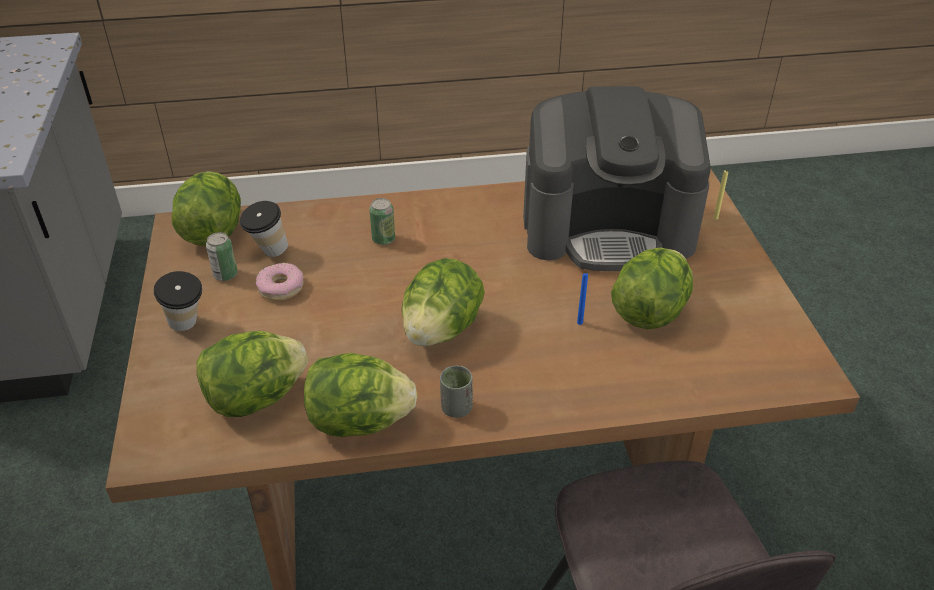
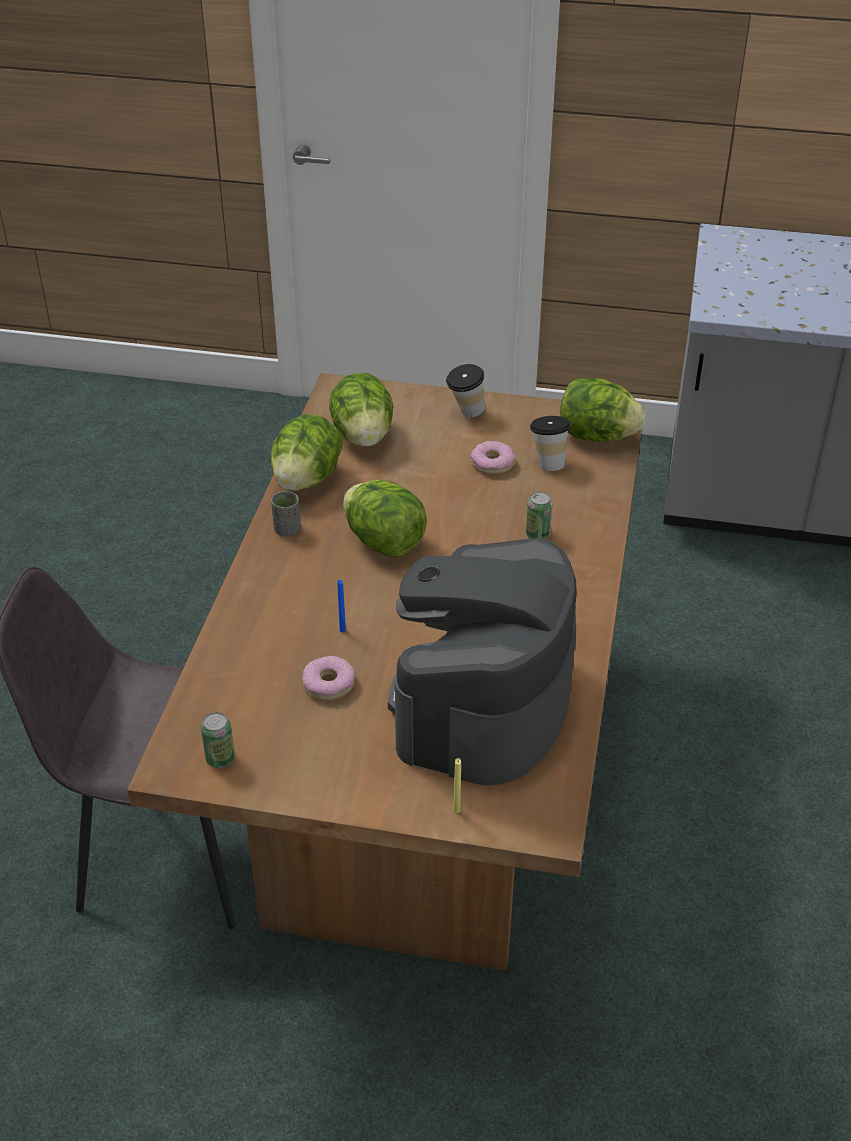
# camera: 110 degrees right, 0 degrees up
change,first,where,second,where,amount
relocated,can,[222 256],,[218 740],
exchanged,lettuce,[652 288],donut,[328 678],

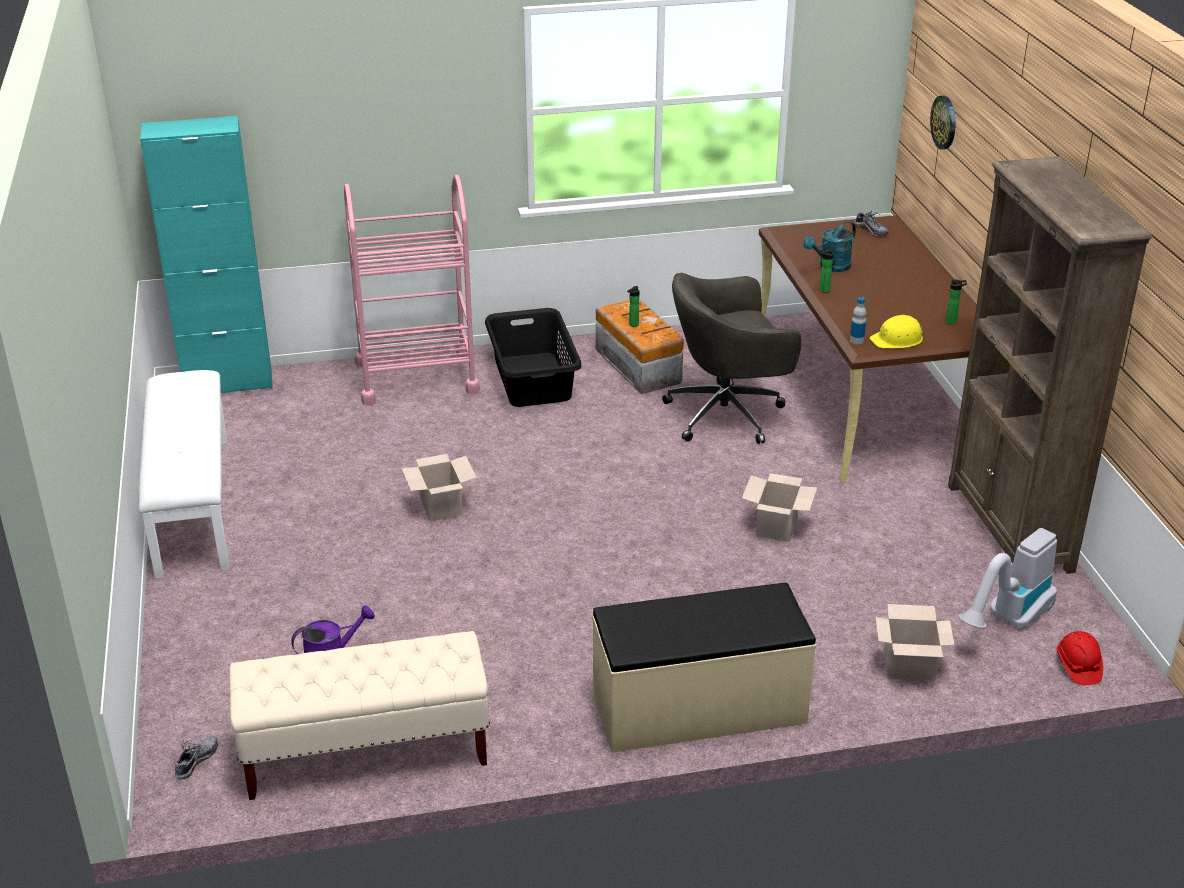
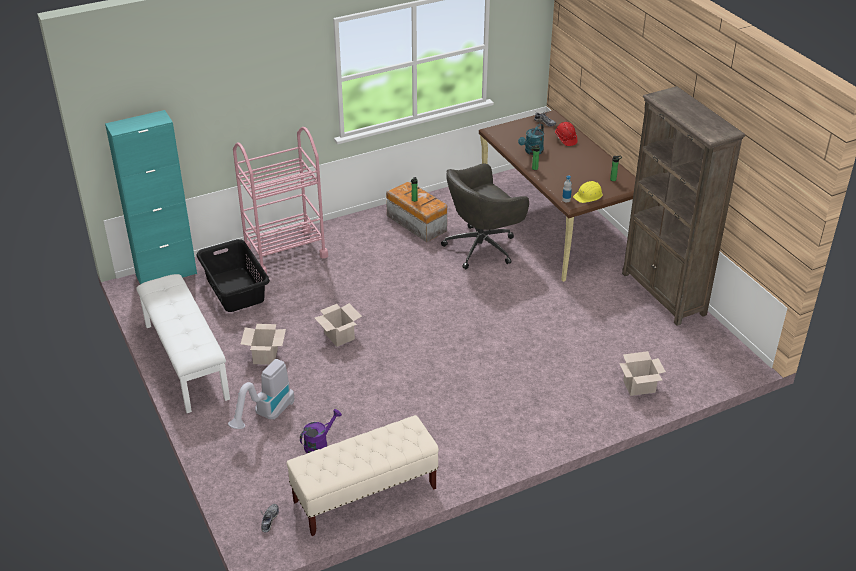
# camera: 15 degrees left, 5 degrees up
change,first,where,second,where,amount
missing,wall clock,[942 122],,,
relocated,laundry basket (black),[533 357],,[233 275],
relocated,cardboard box,[779 507],,[263 344],
relocated,vacuum cleaner,[1007 578],,[261 394],
missing,bench (beige),[704 668],,,
relocated,hard hat (red),[1080 658],,[566 134],

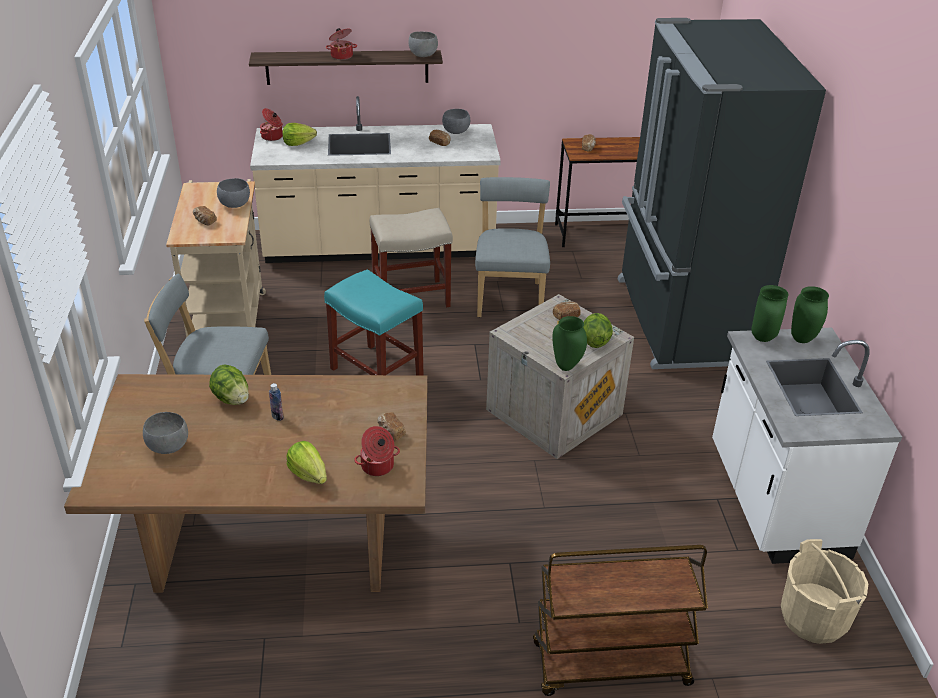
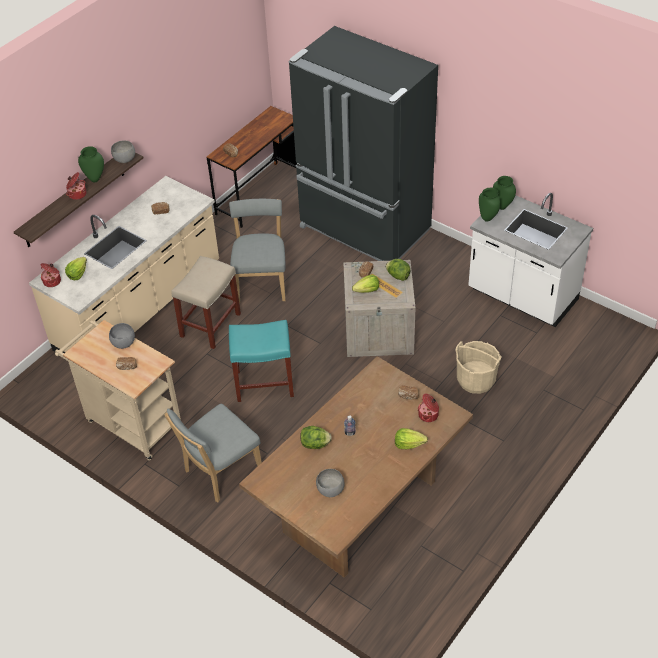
# camera: 45 degrees left, 10 degrees up
change,first,where,second,where,amount
missing,bowl (grey),[456 121],,,
spun,chair (grey),[512 247],,[257 251],45 degrees clockwise
relocated,vase (green),[569 343],,[91 164],
relocated,bucket (beige),[824 591],,[478 367],
missing,cart (brown),[620 620],,,
appeared,,,lettuce,[365 284],

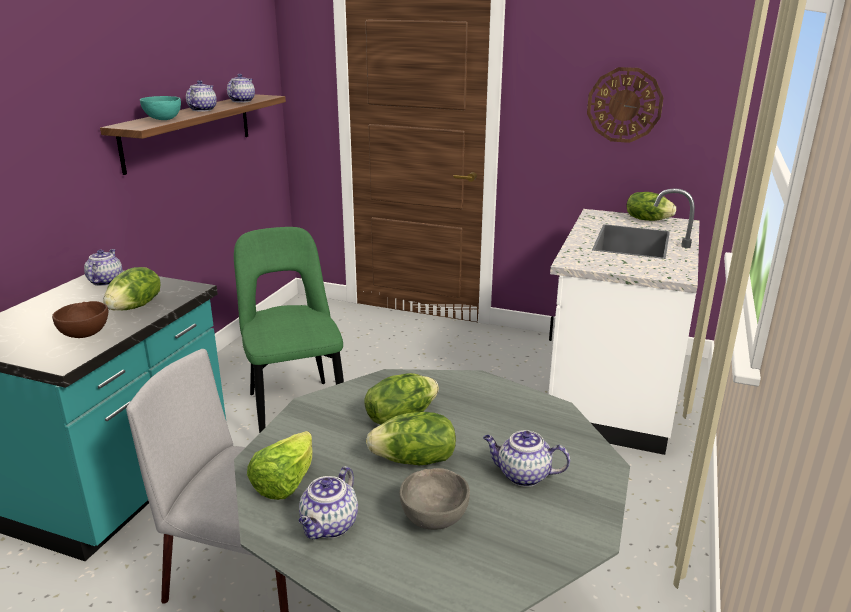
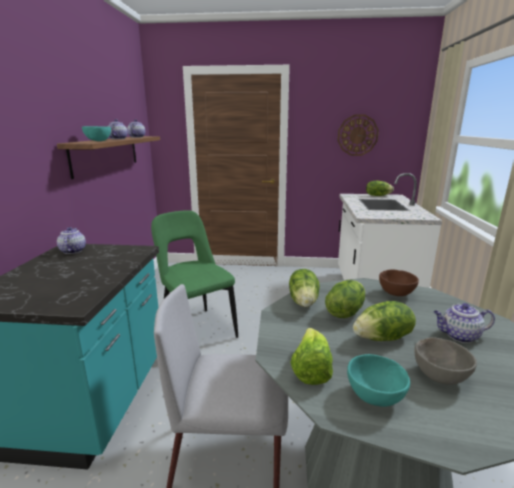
# camera: 15 degrees left, 5 degrees down
change,first,where,second,where,amount
relocated,lettuce,[132 288],,[304 288],
relocated,bowl (brown),[80 319],,[399 282],
exchanged,teapot,[328 502],bowl (turquoise),[378 380],

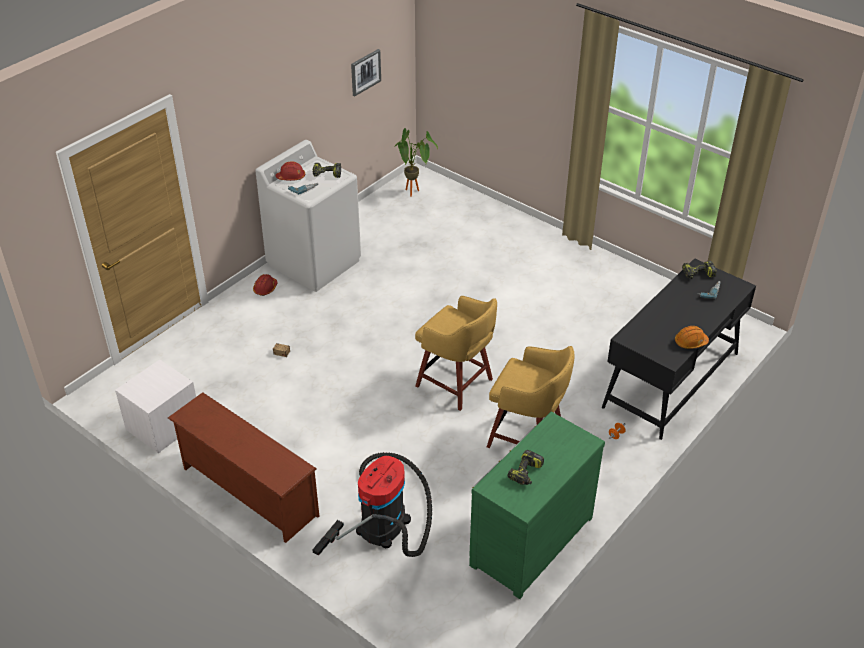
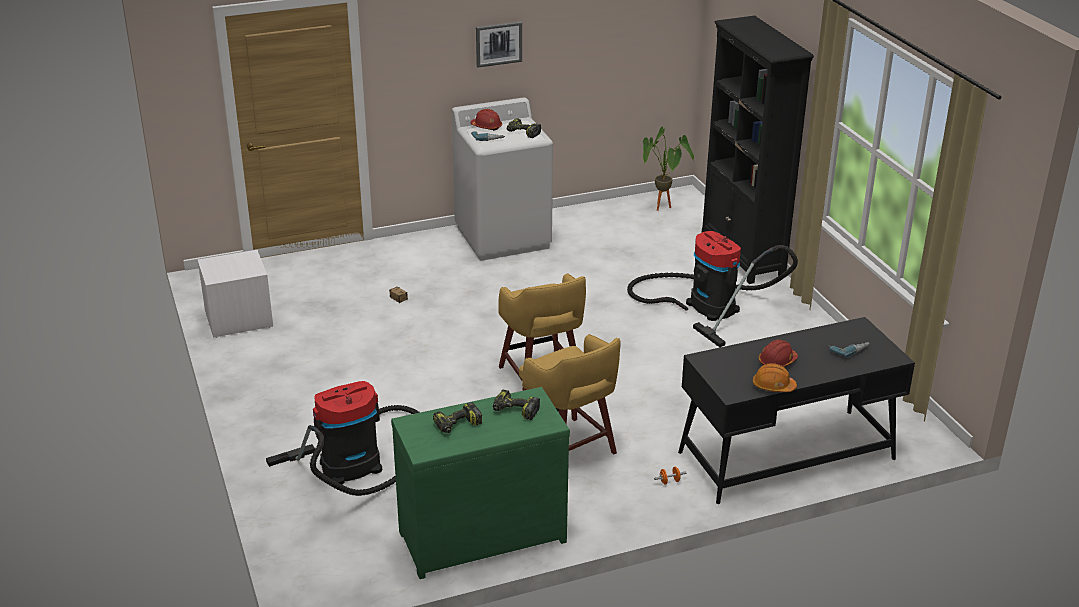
# camera: 30 degrees right, 10 degrees down
change,first,where,second,where,amount
relocated,picture,[366 72],,[499 44],
relocated,power drill,[699 270],,[516 404],
relocated,hard hat (red),[265 285],,[778 353],
missing,shoe rack (brown),[243 467],,,
appeared,,,bookcase (black),[758 150],
appeared,,,vacuum cleaner,[712 289],

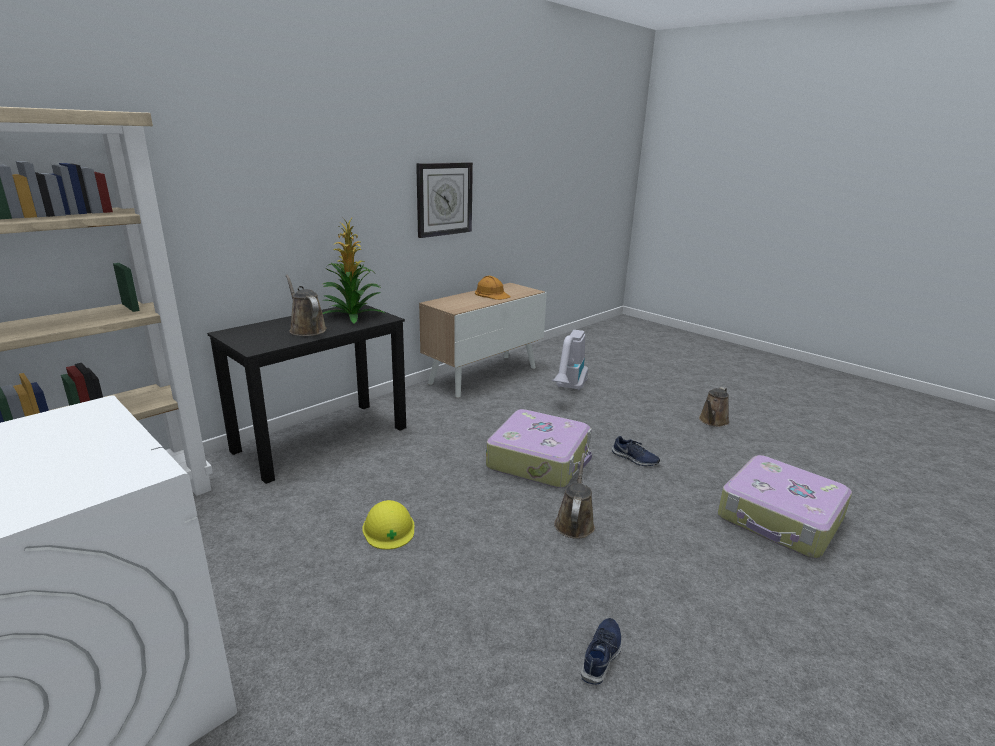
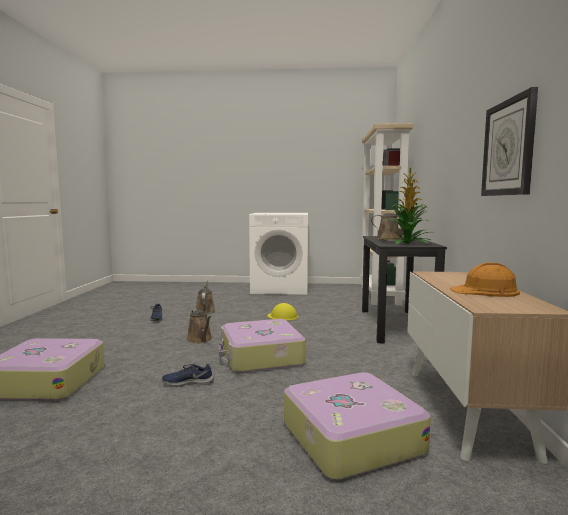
# camera: 140 degrees right, 15 degrees down
change,first,where,second,where,amount
exchanged,vacuum cleaner,[570 360],suitcase,[357 426],
relocated,watering can (brown),[714 407],,[205 297],

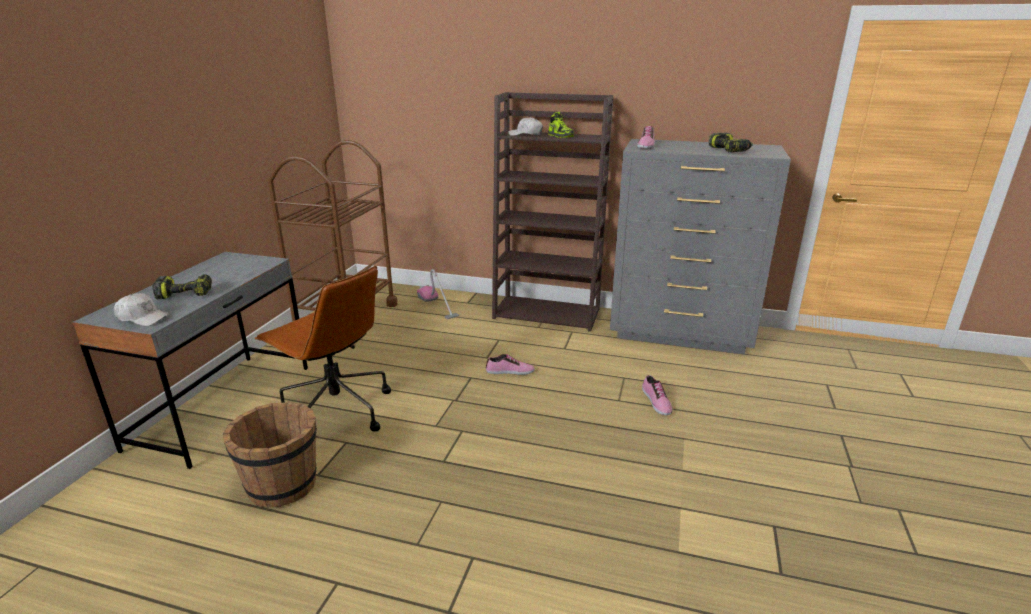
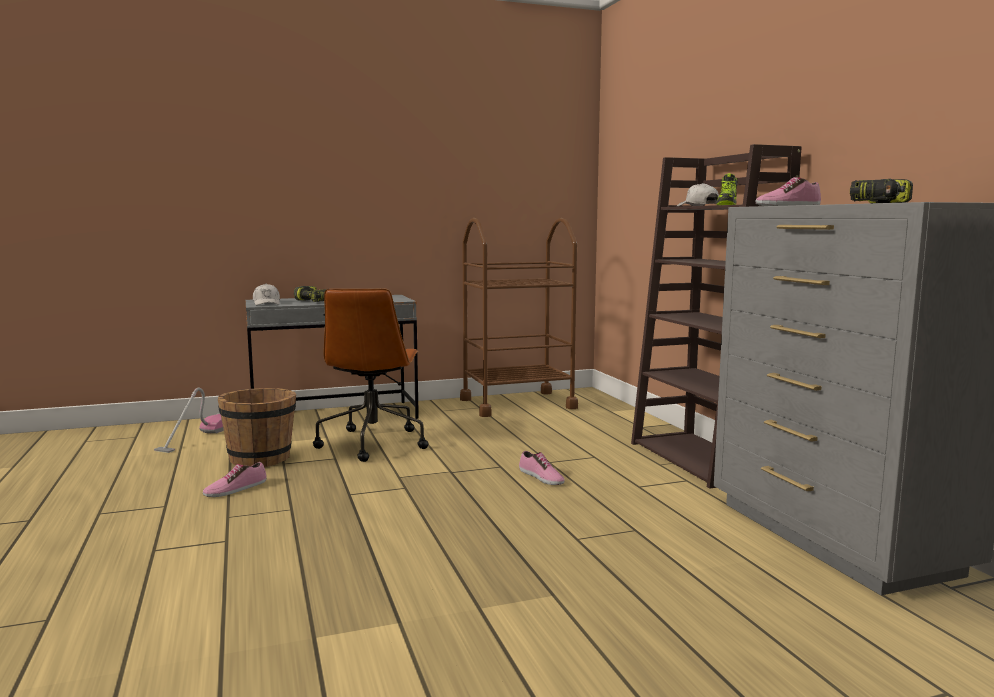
# camera: 55 degrees right, 15 degrees down
change,first,where,second,where,amount
relocated,vacuum cleaner,[438 294],,[189 420],
relocated,shoe,[657 395],,[235 479],

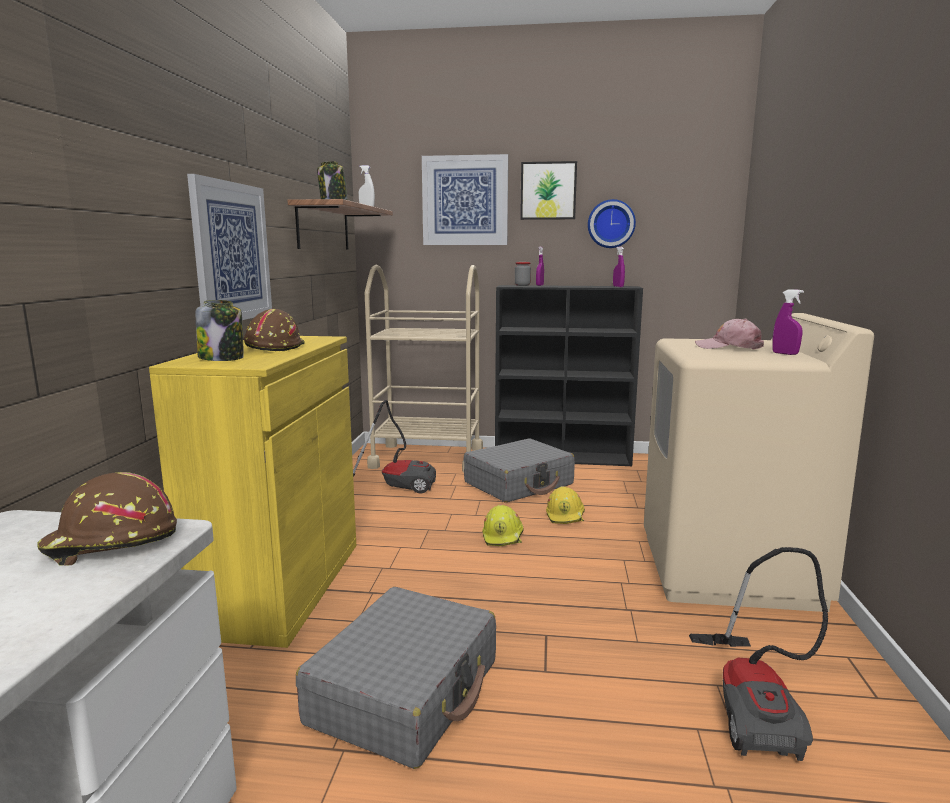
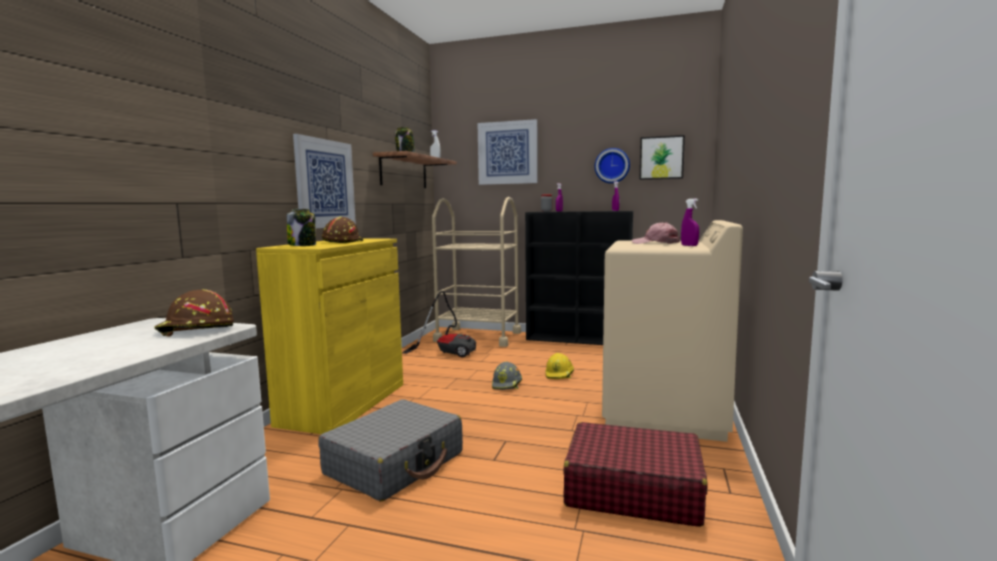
# camera: 10 degrees right, 5 degrees down
change,first,where,second,where,amount
relocated,picture,[548 190],,[662 157],
missing,suitcase (grey),[519 470],,,
colour,hard hat (yellow),[503 525],hard hat (grey),[507 375],
exchanged,vacuum cleaner,[758 654],suitcase (red),[635 474],

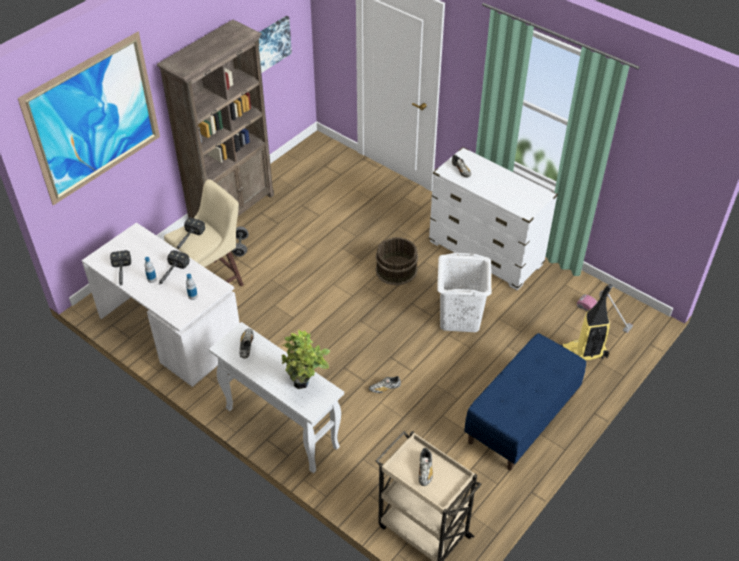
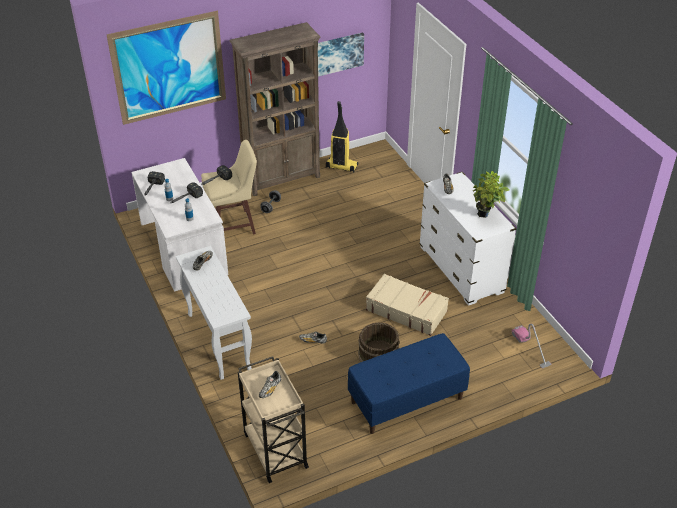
# camera: 25 degrees right, 5 degrees down
change,first,where,second,where,amount
relocated,bucket (brown),[397 261],,[379 342],
exchanged,laundry basket (white),[464 292],suitcase (beige),[407 305],
relocated,vacuum cleaner,[587 322],,[342 137],
relocated,potted plant,[305 359],,[491 194],

